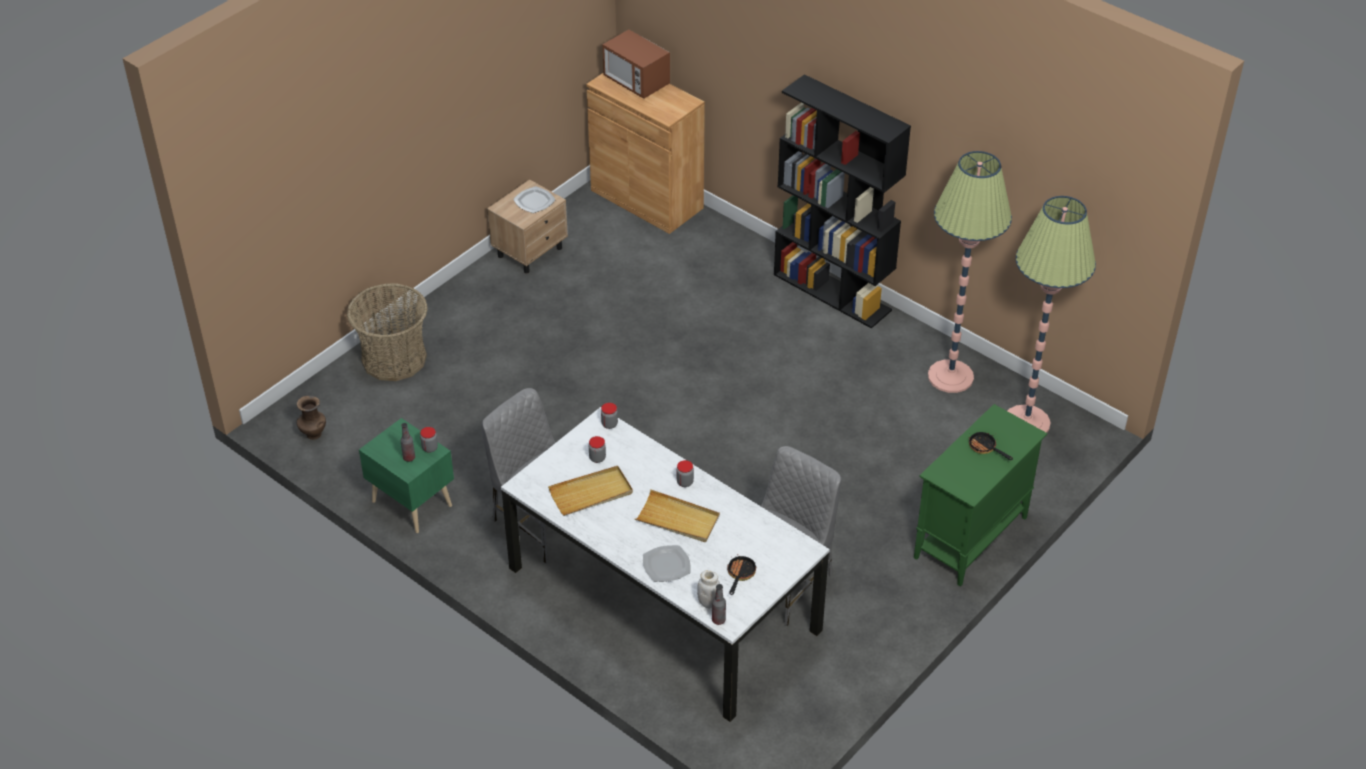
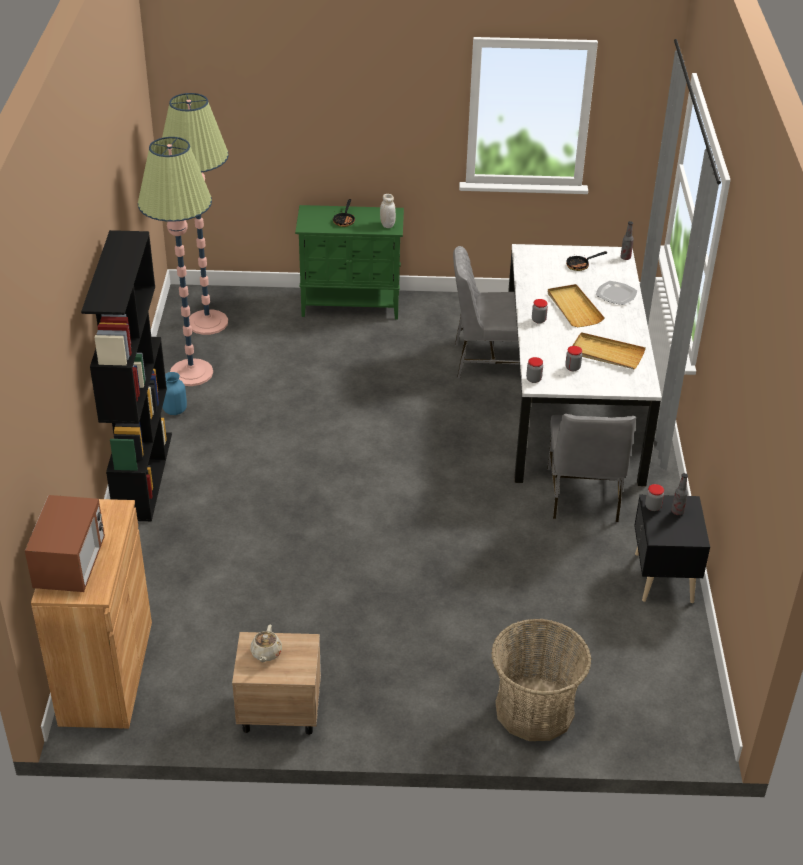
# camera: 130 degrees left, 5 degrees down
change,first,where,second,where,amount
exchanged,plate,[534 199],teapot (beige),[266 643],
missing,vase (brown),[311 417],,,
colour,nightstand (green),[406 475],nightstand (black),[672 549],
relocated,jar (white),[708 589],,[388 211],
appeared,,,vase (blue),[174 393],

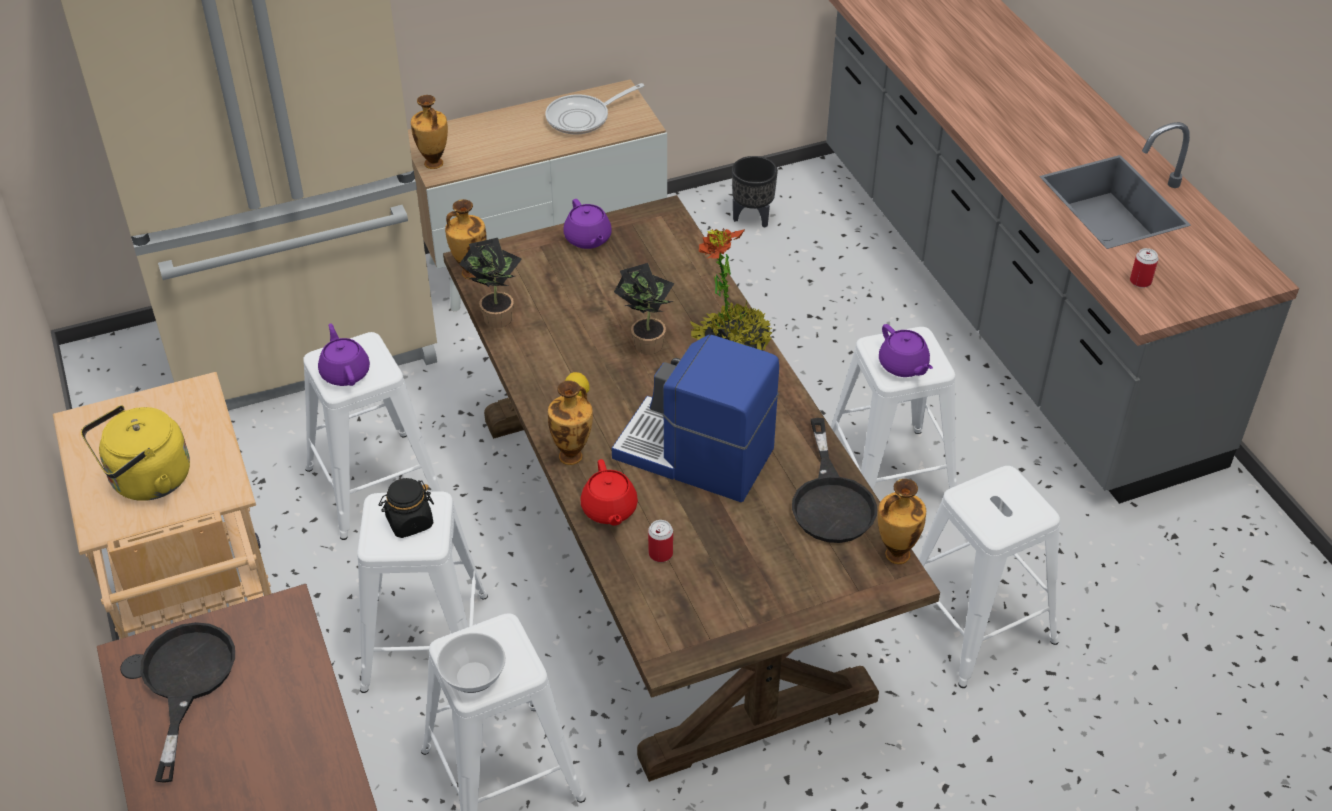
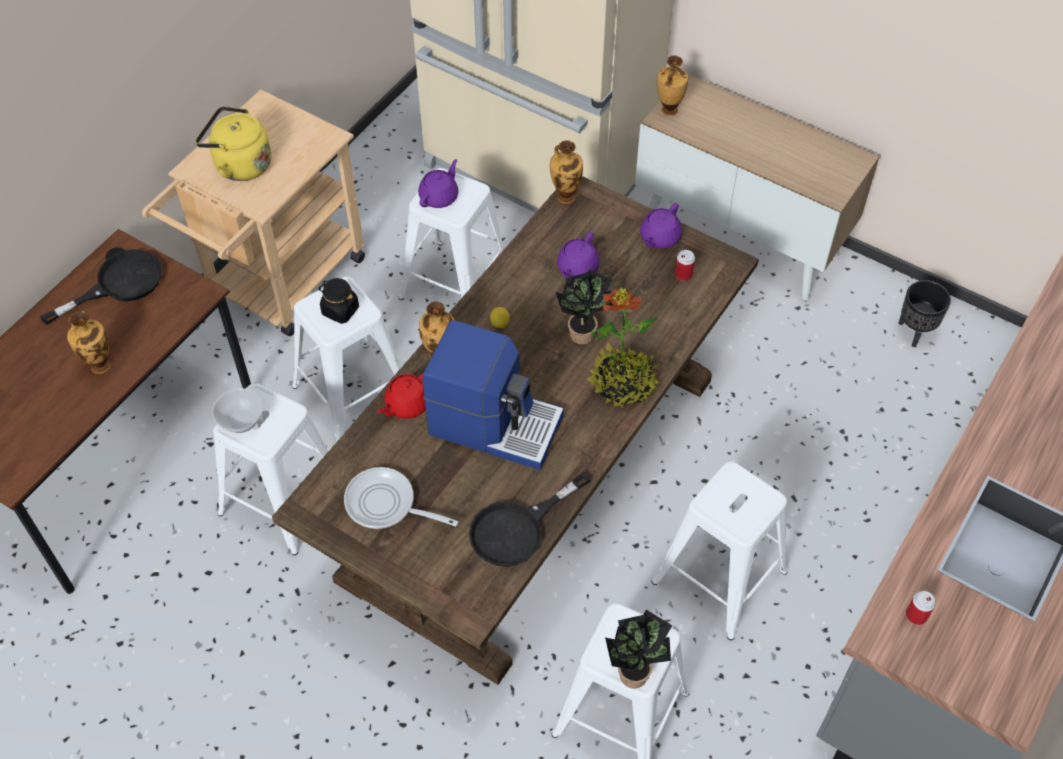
# camera: 55 degrees right, 10 degrees up
change,first,where,second,where,amount
relocated,frying pan,[595 109],,[401 498],
relocated,potted plant,[490 283],,[638 649],
relocated,teapot (purple),[906 350],,[578 255],
spun,coffee machine,[695 418],,[493 395],120 degrees clockwise
relocated,vase,[902 521],,[88 342],
relocated,can,[660 541],,[685 265],

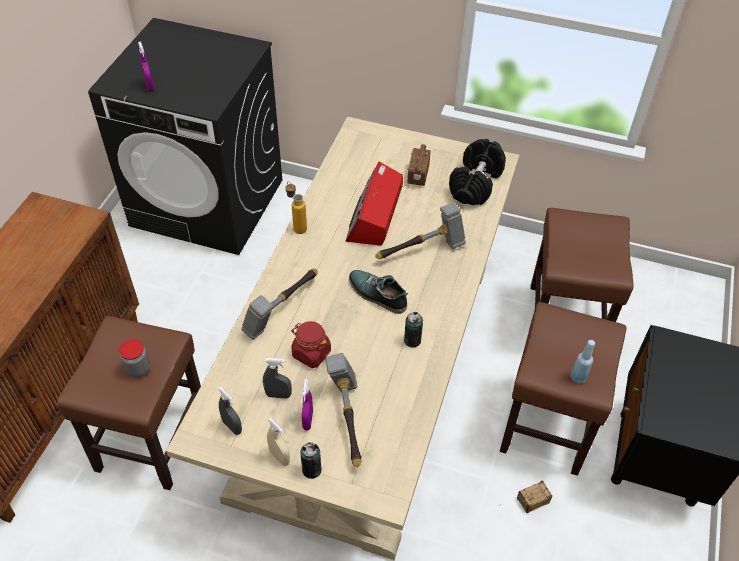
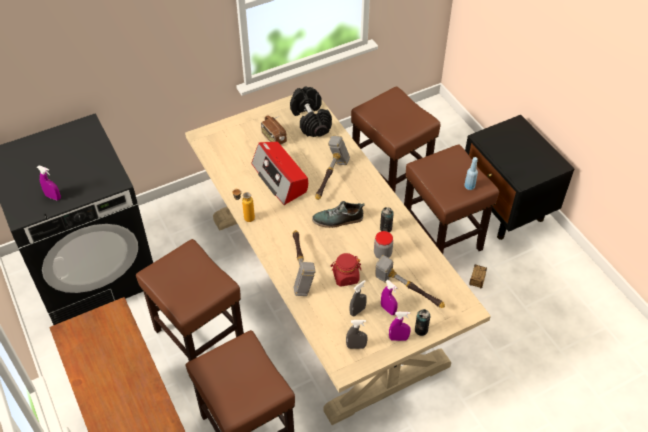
# camera: 45 degrees left, 0 degrees up
change,first,where,second,where,amount
relocated,jar,[134 358],,[383 245],
colour,spray bottle (beige),[278 442],spray bottle (purple),[400 326],
appeared,,,stool (brown),[190 300],

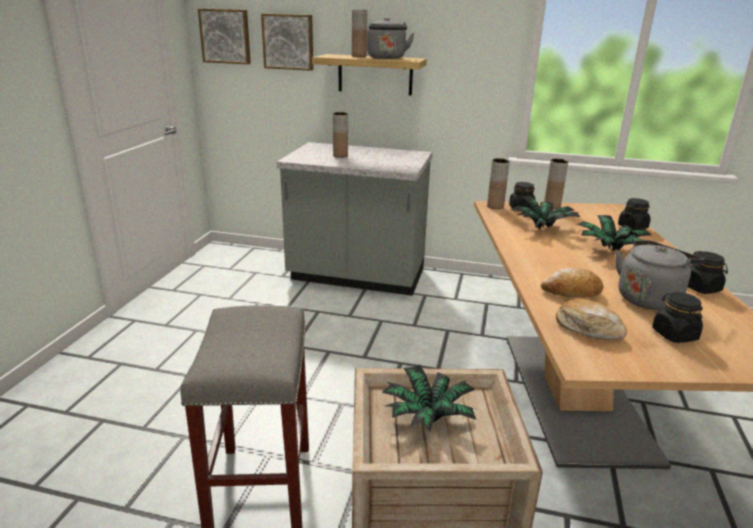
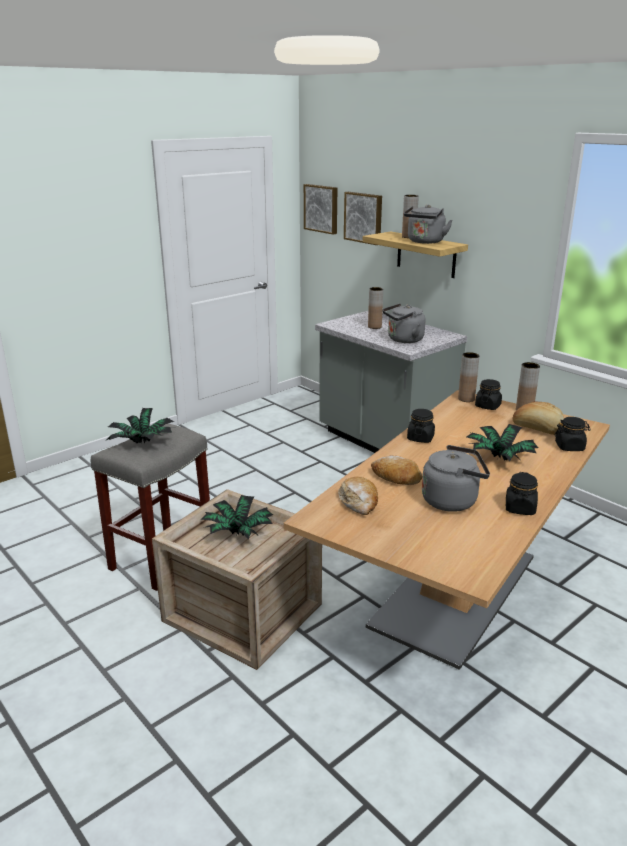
# camera: 35 degrees right, 0 degrees up
change,first,where,second,where,amount
relocated,potted plant,[545 213],,[141 426],
relocated,jar (black),[677 317],,[421 426],
appeared,,,kettle (grey),[404 323],
appeared,,,bread,[538 418],

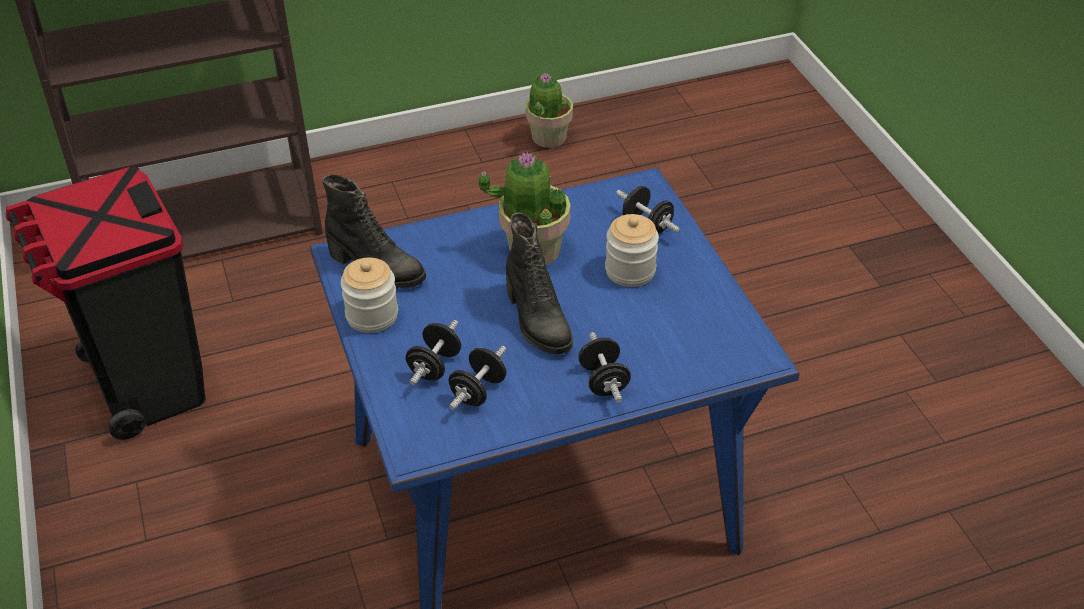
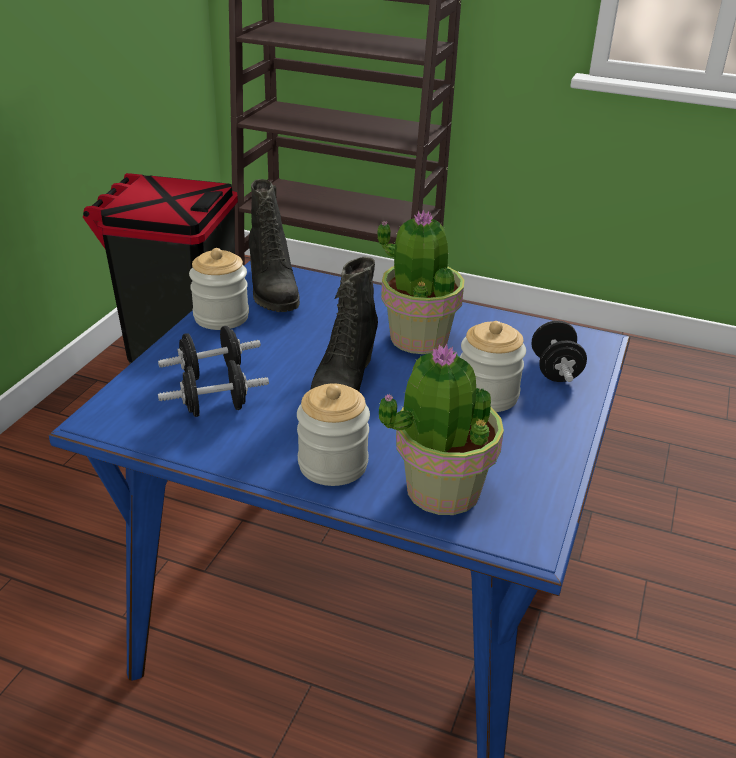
# camera: 40 degrees right, 10 degrees down
change,first,where,second,where,amount
relocated,potted plant,[549 110],,[441 429],
exchanged,dumbbell (black),[605 367],jar,[333 434],

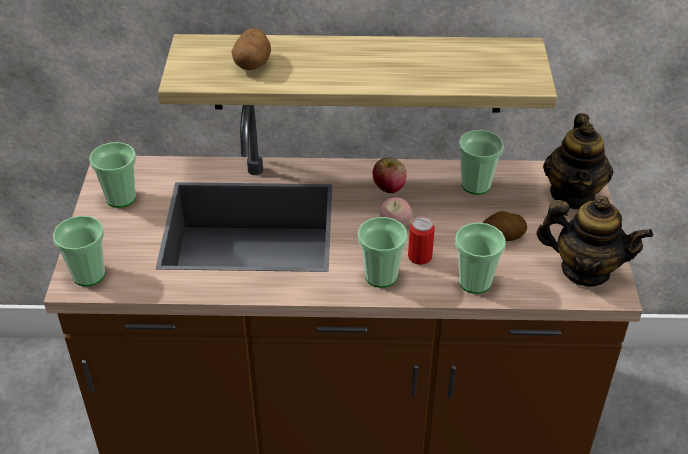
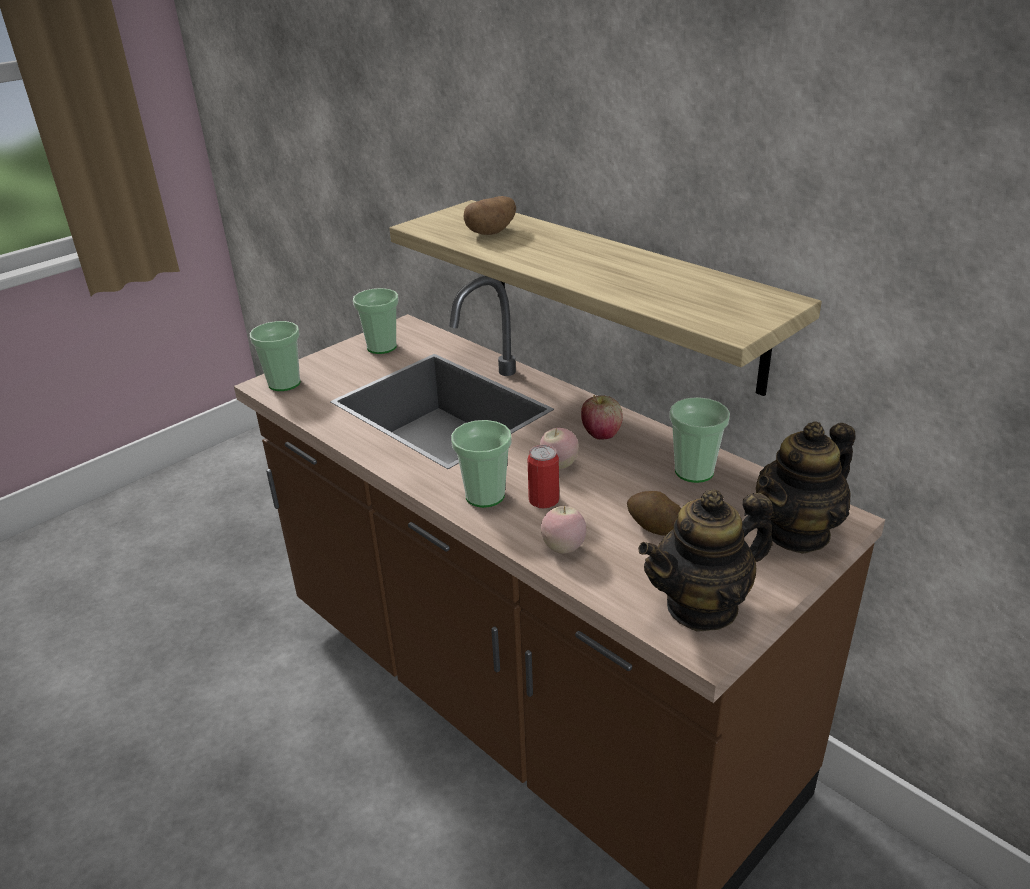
# camera: 45 degrees right, 10 degrees down
change,first,where,second,where,amount
spun,teapot,[594 241],,[705 560],90 degrees clockwise
exchanged,cup,[480 258],apple,[564 530],

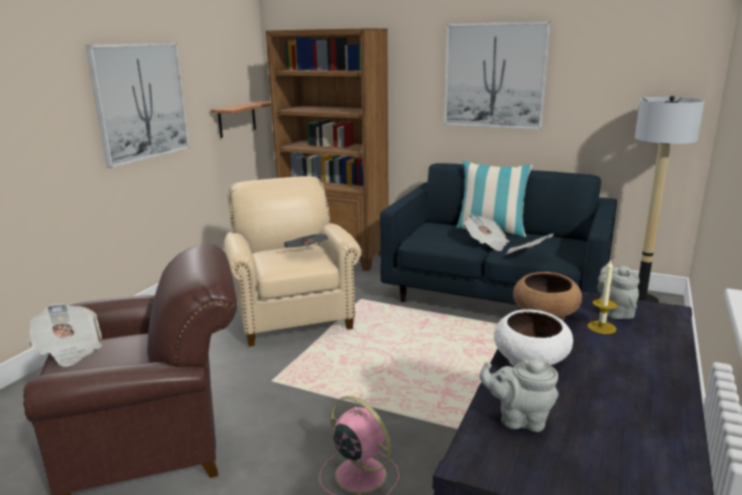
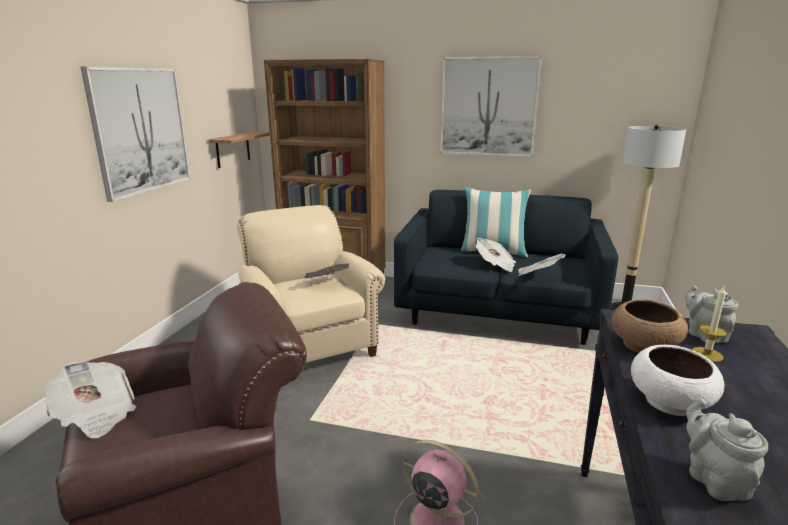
# camera: 10 degrees left, 0 degrees up
change,first,where,second,where,amount
spun,teapot (grey),[519 395],,[727 449],75 degrees clockwise

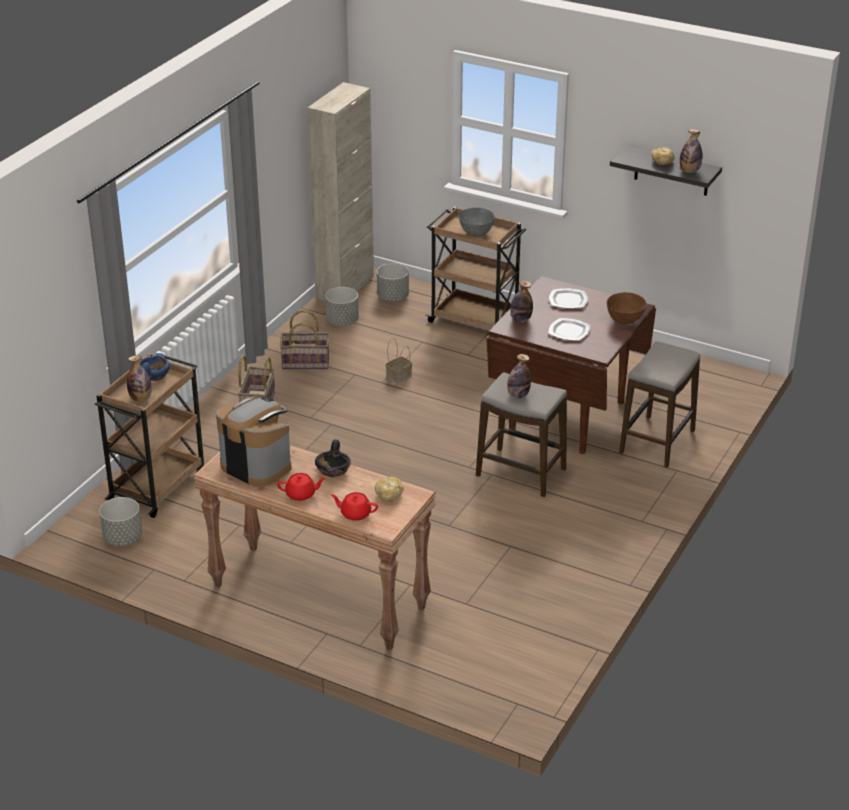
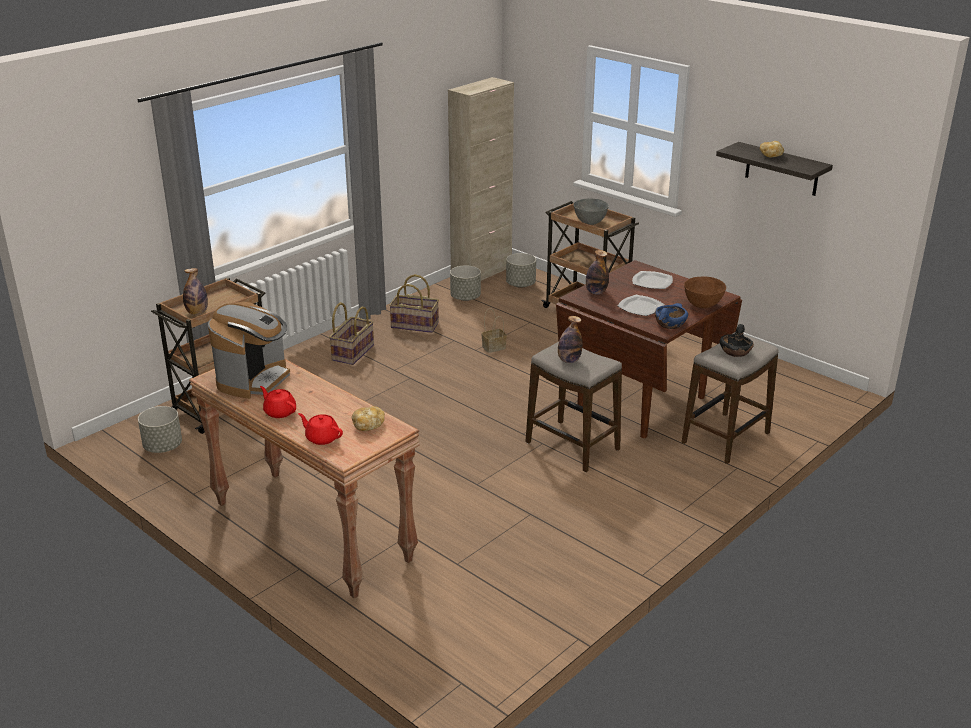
# camera: 15 degrees right, 5 degrees down
change,first,where,second,where,amount
missing,bottle,[691 151],,,
relocated,bowl (blue),[155 367],,[671 316],
spun,coffee machine,[254 441],,[249 350],60 degrees clockwise
relocated,bowl (black),[333 458],,[737 340],
spun,teapot (red),[301 487],,[278 402],150 degrees counterclockwise

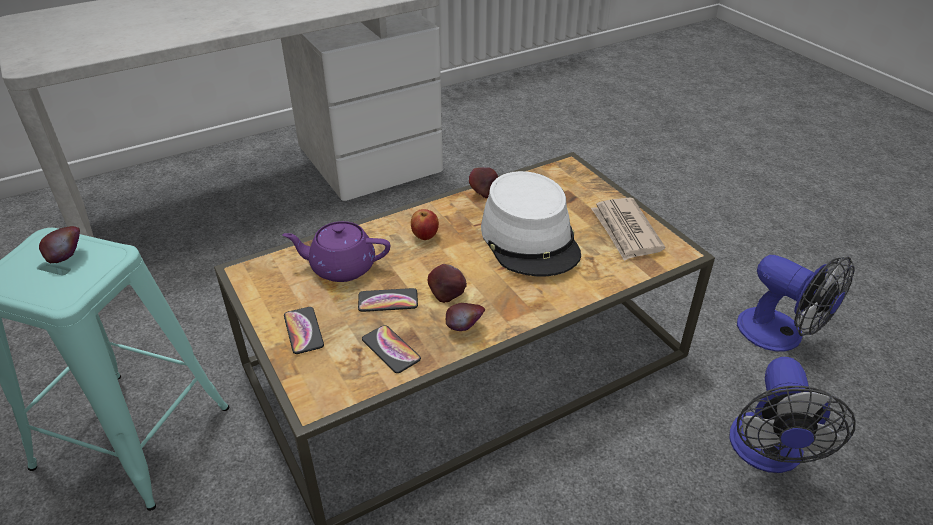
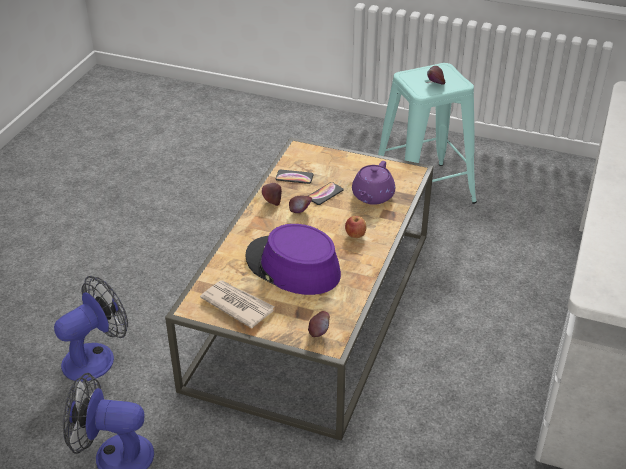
# camera: 140 degrees right, 0 degrees up
change,first,where,second,where,amount
relocated,apple,[483 182],,[319 324],
colour,hat (white),[531 223],hat (purple),[293 259],
spun,teapot (purple),[336 251],,[373 183],150 degrees clockwise
missing,phone,[304 330],,,
spun,fan,[792 415],,[91 329],75 degrees clockwise

